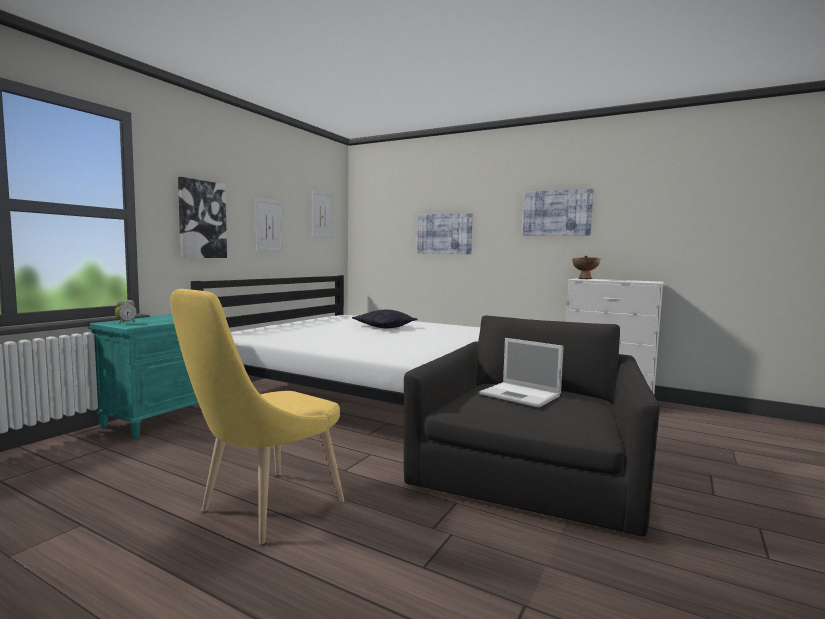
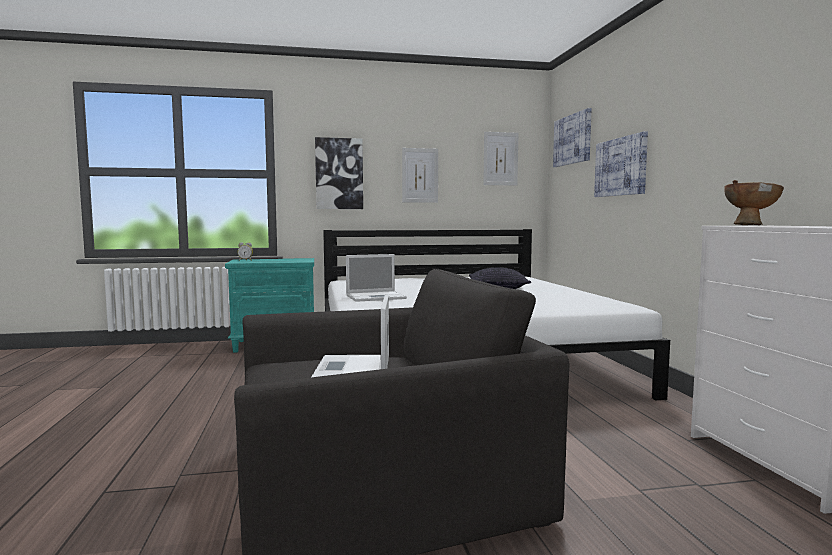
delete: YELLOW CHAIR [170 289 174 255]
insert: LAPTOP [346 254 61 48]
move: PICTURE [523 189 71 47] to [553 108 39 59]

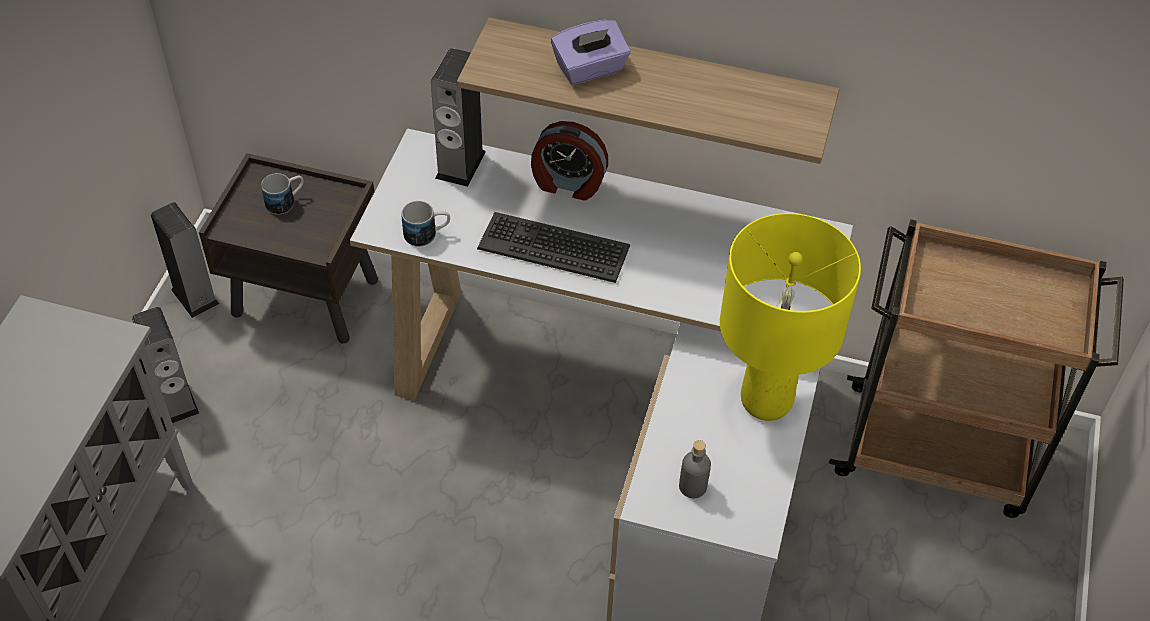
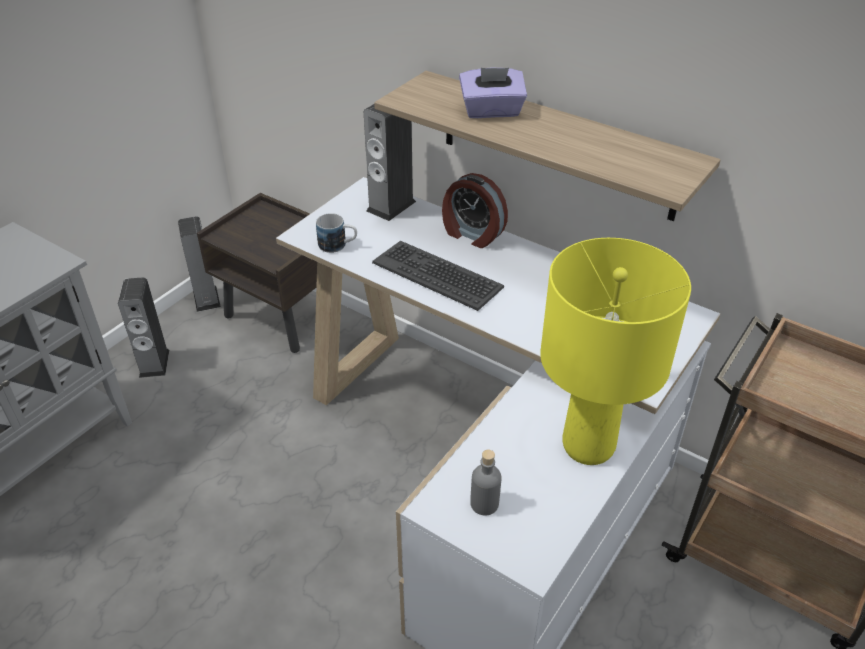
delete: MUG [261 173 43 41]

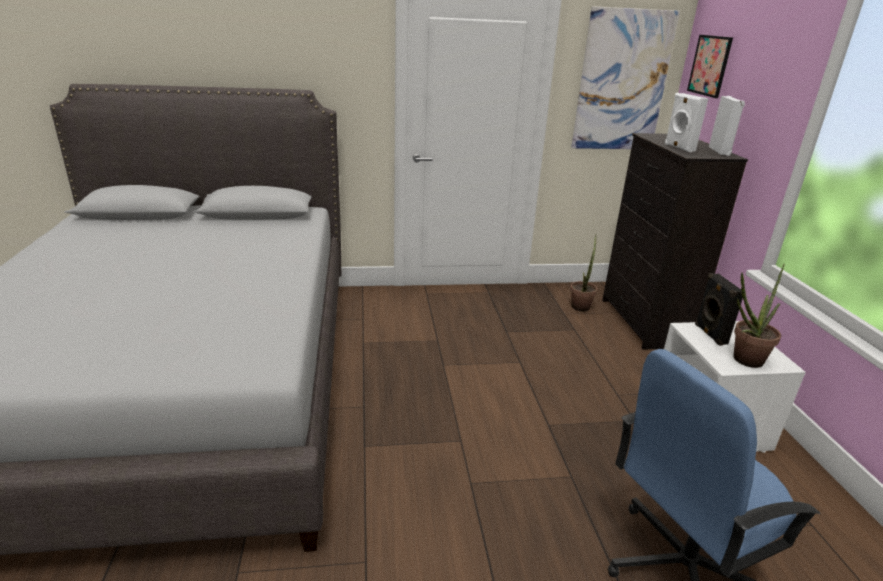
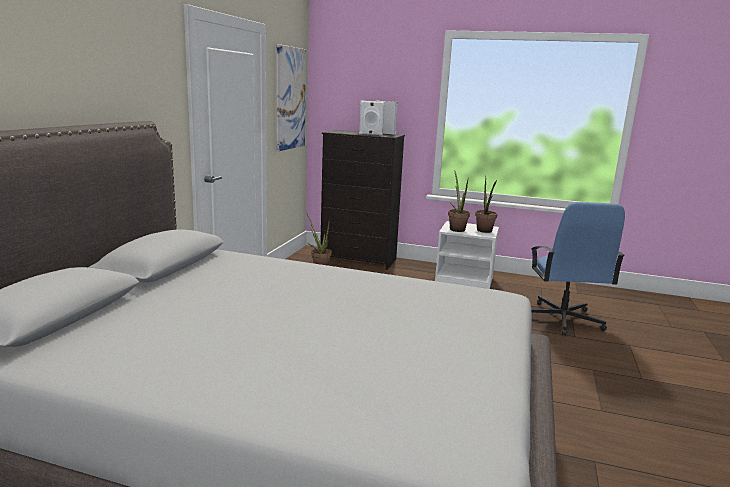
delete: PICTURE [687 35 46 63]
replace: BLACK SPEAKER [695 273 48 73] to POTTED PLANT [448 170 22 62]

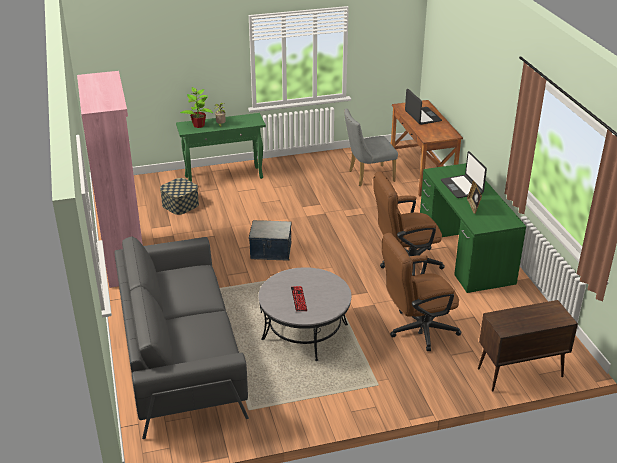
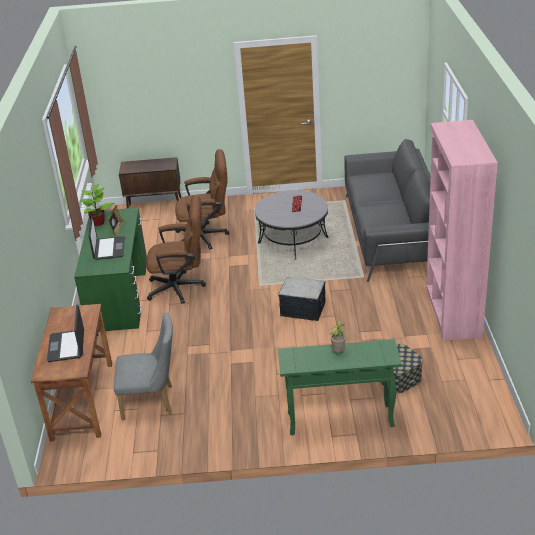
move: POTTED PLANT [180 87 33 41] to [80 184 35 42]

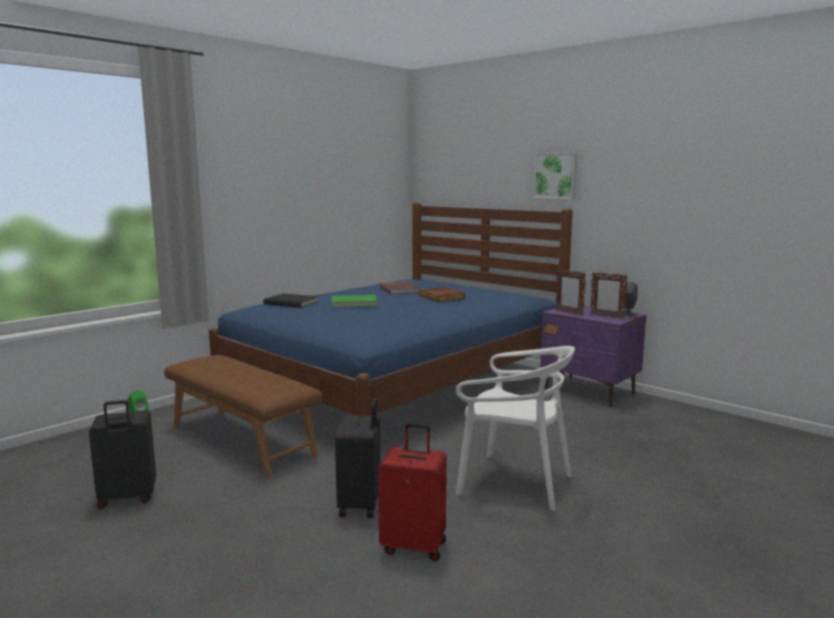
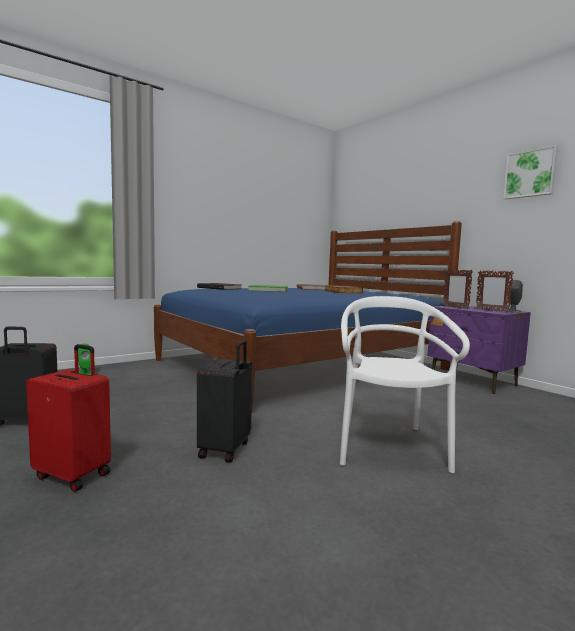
delete: BROWN BENCH [164 355 158 121]
move: RED SUITCASE [378 423 69 138] to [26 344 85 148]; PICTURE [533 152 44 47] to [503 145 55 54]
rotate: WHITE CHAIR [456 346 119 165] = [340 296 130 177] 120 degrees counterclockwise

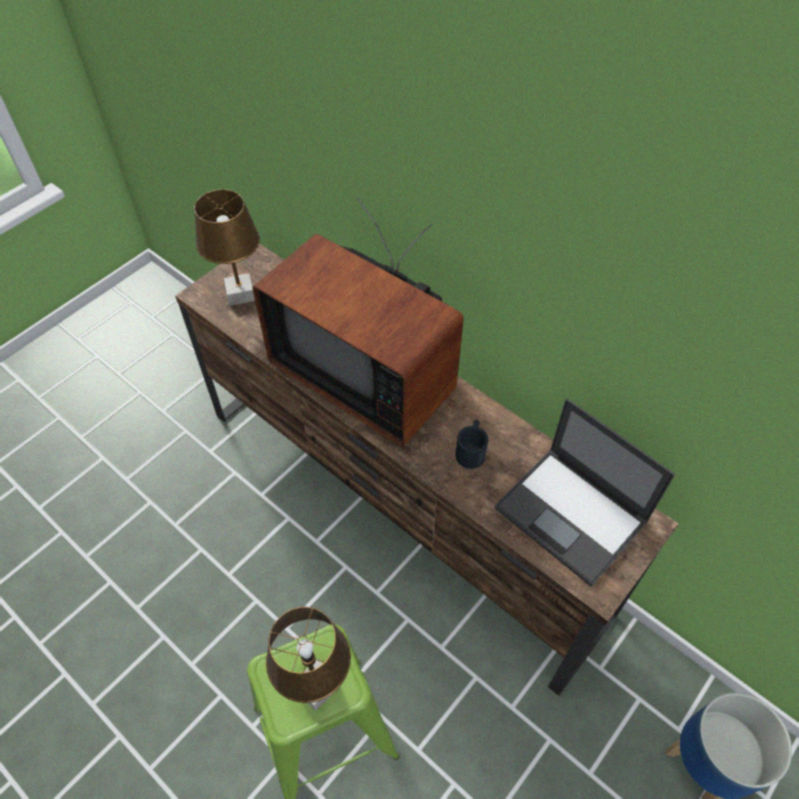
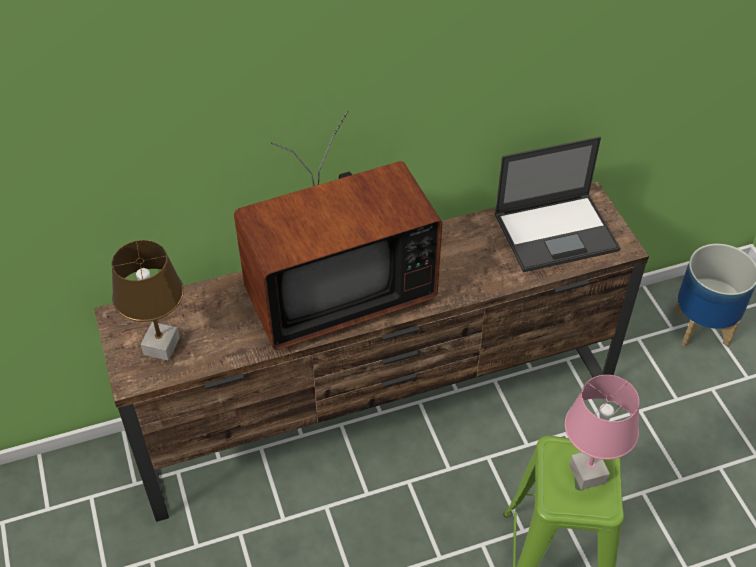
delete: BLACK MUG [455 420 33 49]
recolor: BROWN TABLE LAMP [266 607 85 104] to PINK TABLE LAMP [565 375 74 115]

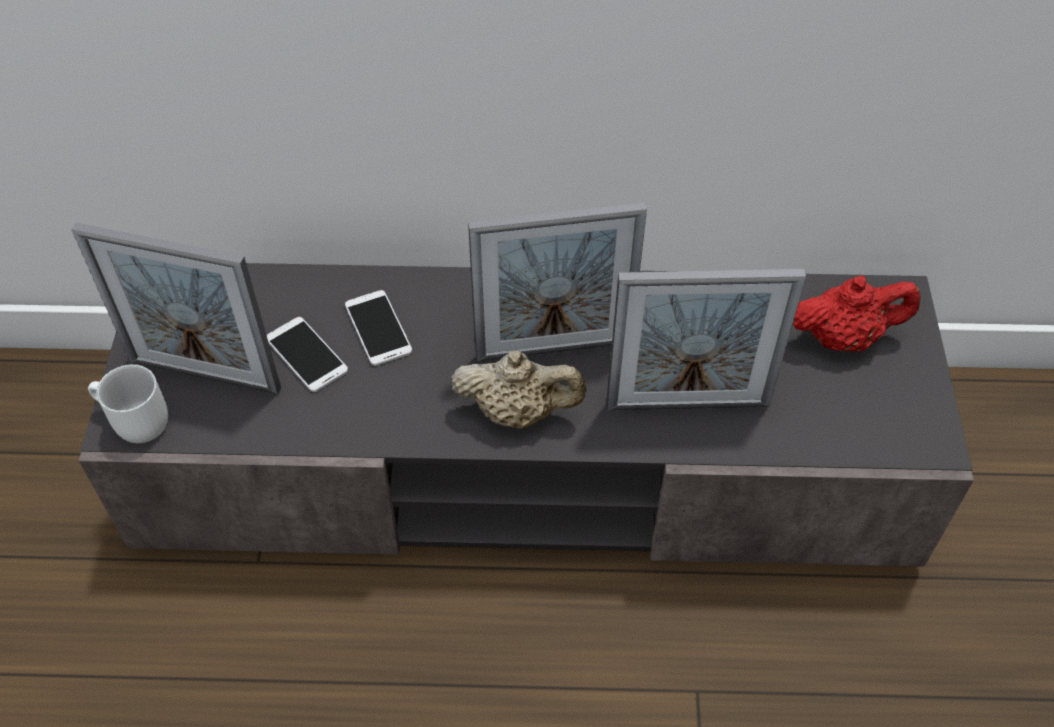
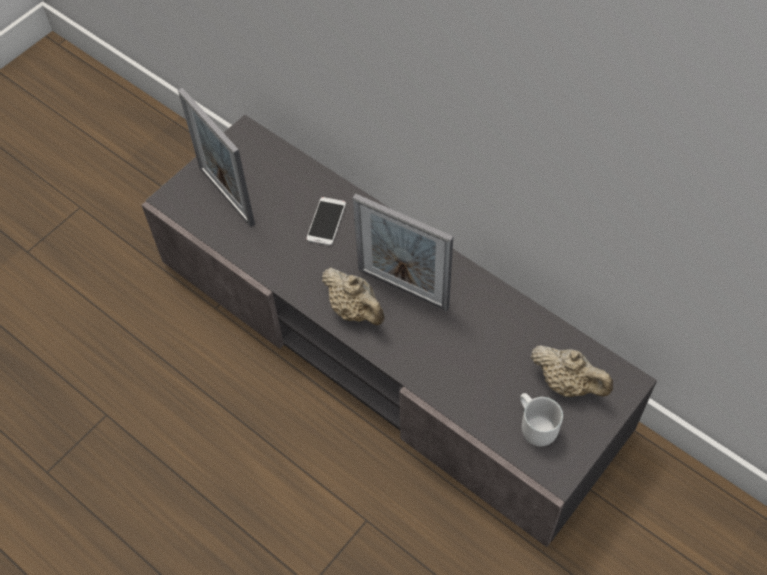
delete: PHONE [267 317 81 75]; PICTURE FRAME [606 269 200 142]
move: WHITE MUG [88 364 80 79] to [520 393 43 53]
recolor: RED TEAPOT [793 276 128 75] to BEIGE TEAPOT [531 345 82 52]

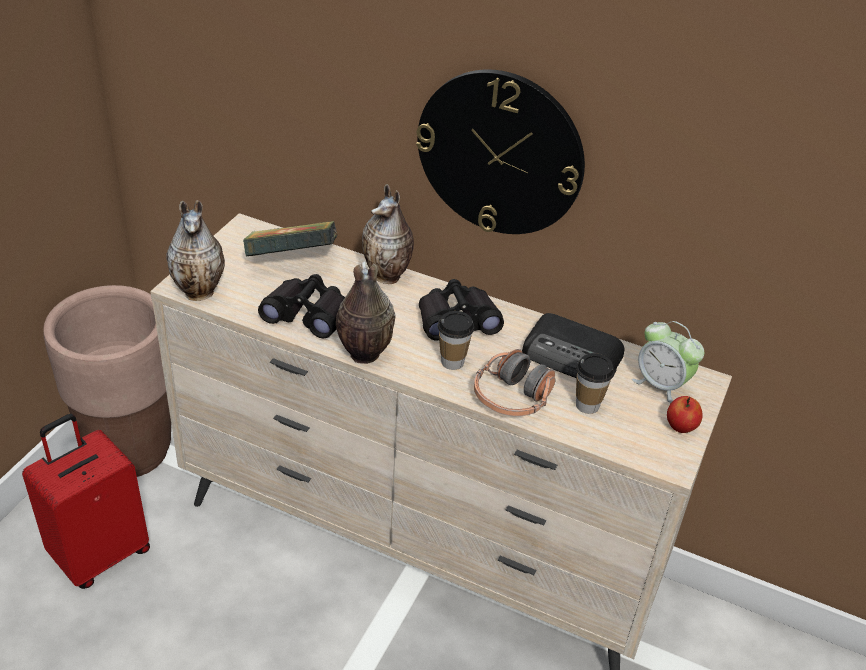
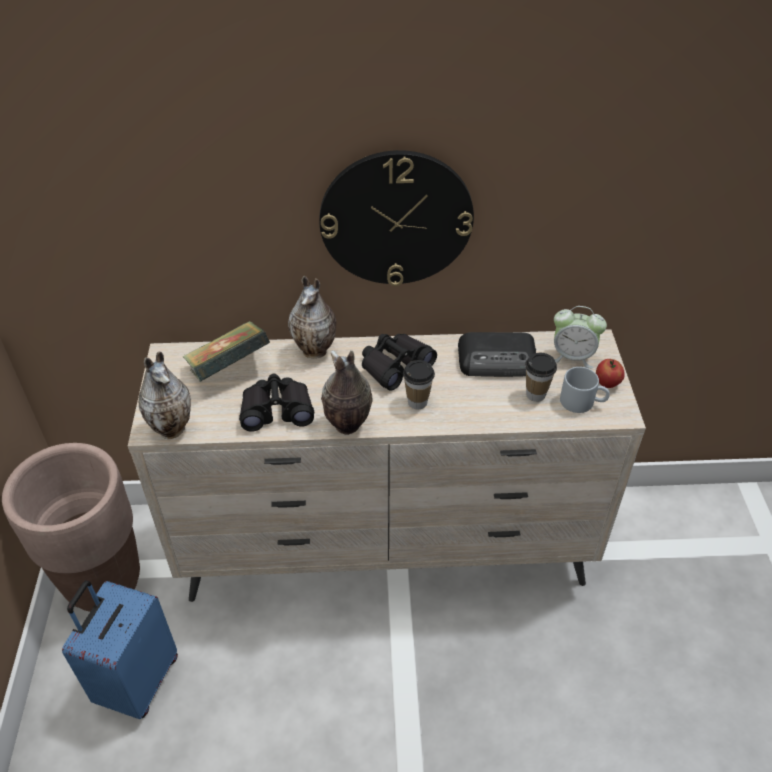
delete: HEADPHONES [474 349 81 67]
insert: GREY MUG [560 367 50 46]
recolor: RED SUITCASE [22 414 128 175] to BLUE SUITCASE [62 580 116 139]

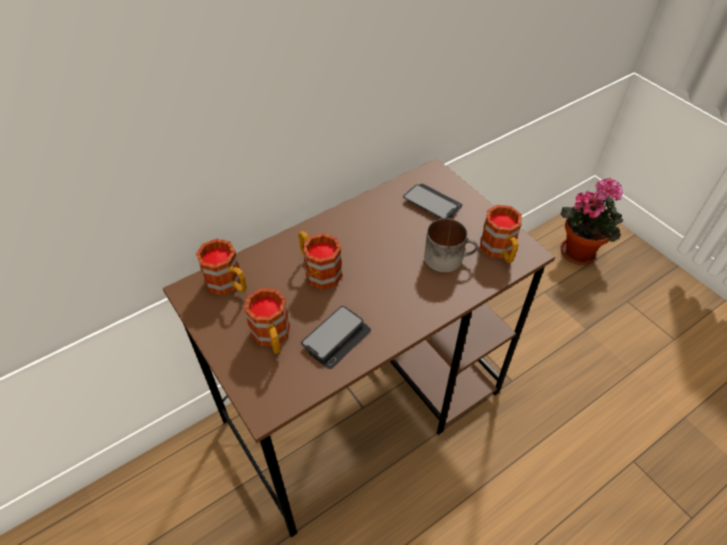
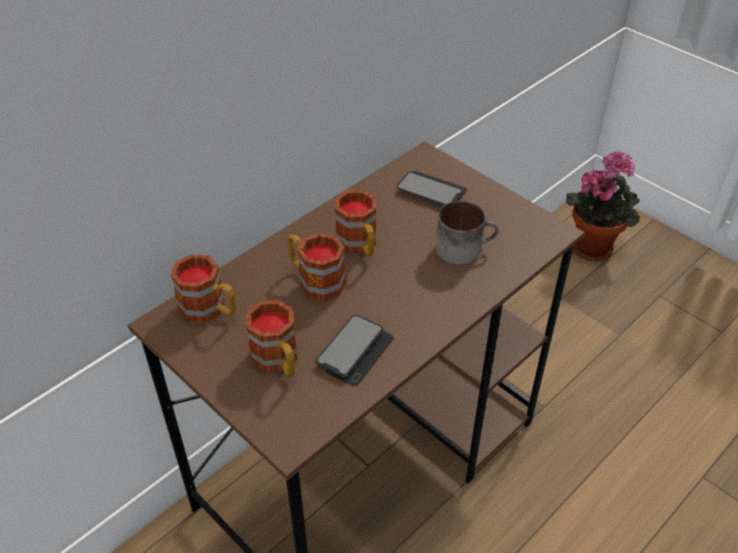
move: MUG [480 205 42 58] to [335 190 41 66]

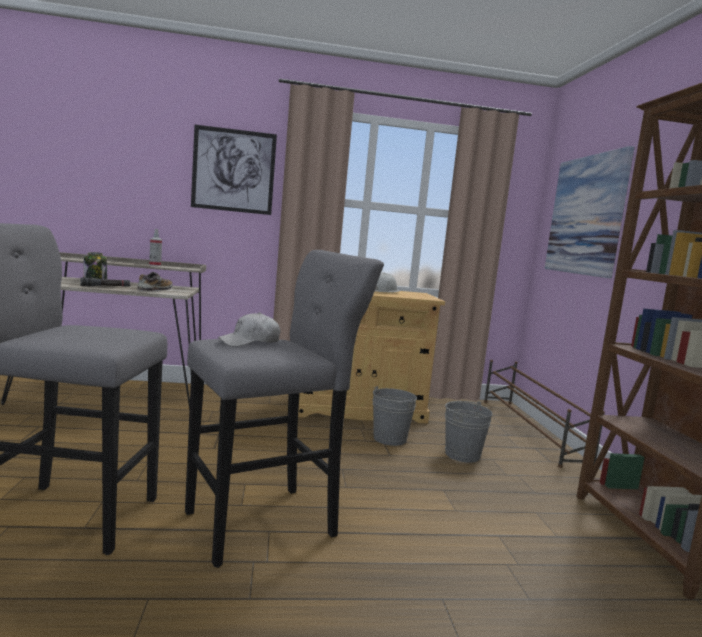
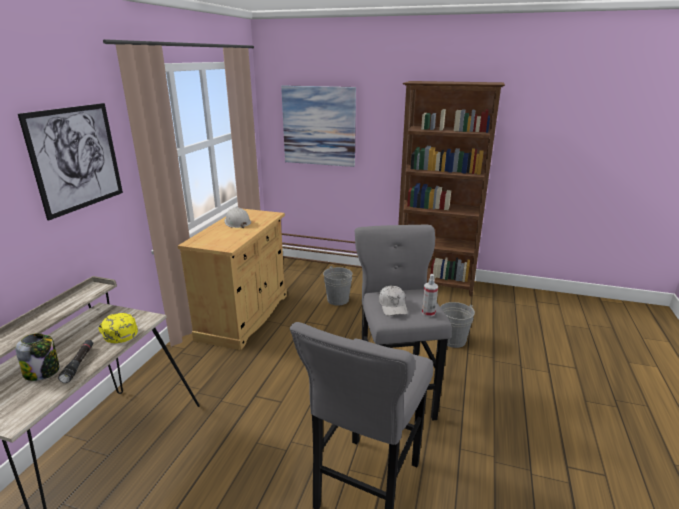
move: SPRAY BOTTLE [149 229 13 37] to [422 274 16 43]; GREY BUCKET [373 386 44 60] to [440 302 35 46]
replace: SHOE [137 272 35 19] to YELLOW CAP [98 313 40 30]

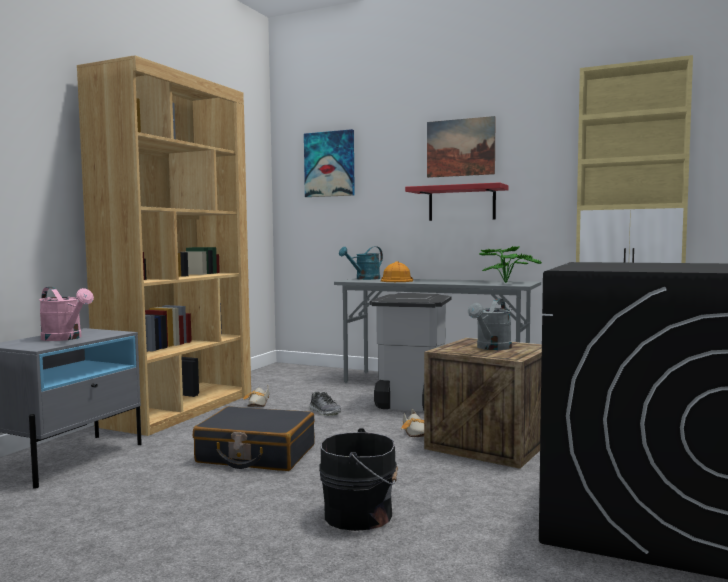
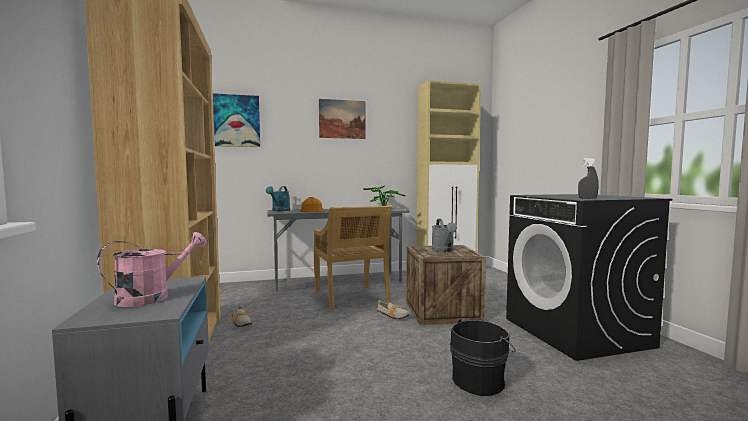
delete: BLACK SUITCASE [193 406 122 65]; SHOE [309 391 32 25]; RED SHELF [405 182 104 39]
insert: GREY SPRAY BOTTLE [578 158 21 41]
replace: GREY TRASH CAN [370 293 81 119] to BEIGE CHAIR [313 205 79 105]
rotate: PINK WATERING CAN [39 287 55 54] = [97 232 110 75] 45 degrees counterclockwise

